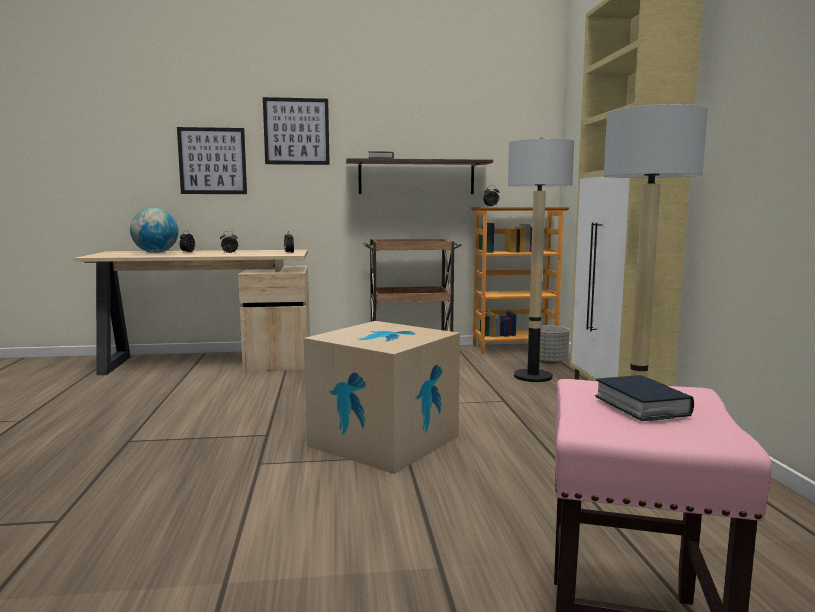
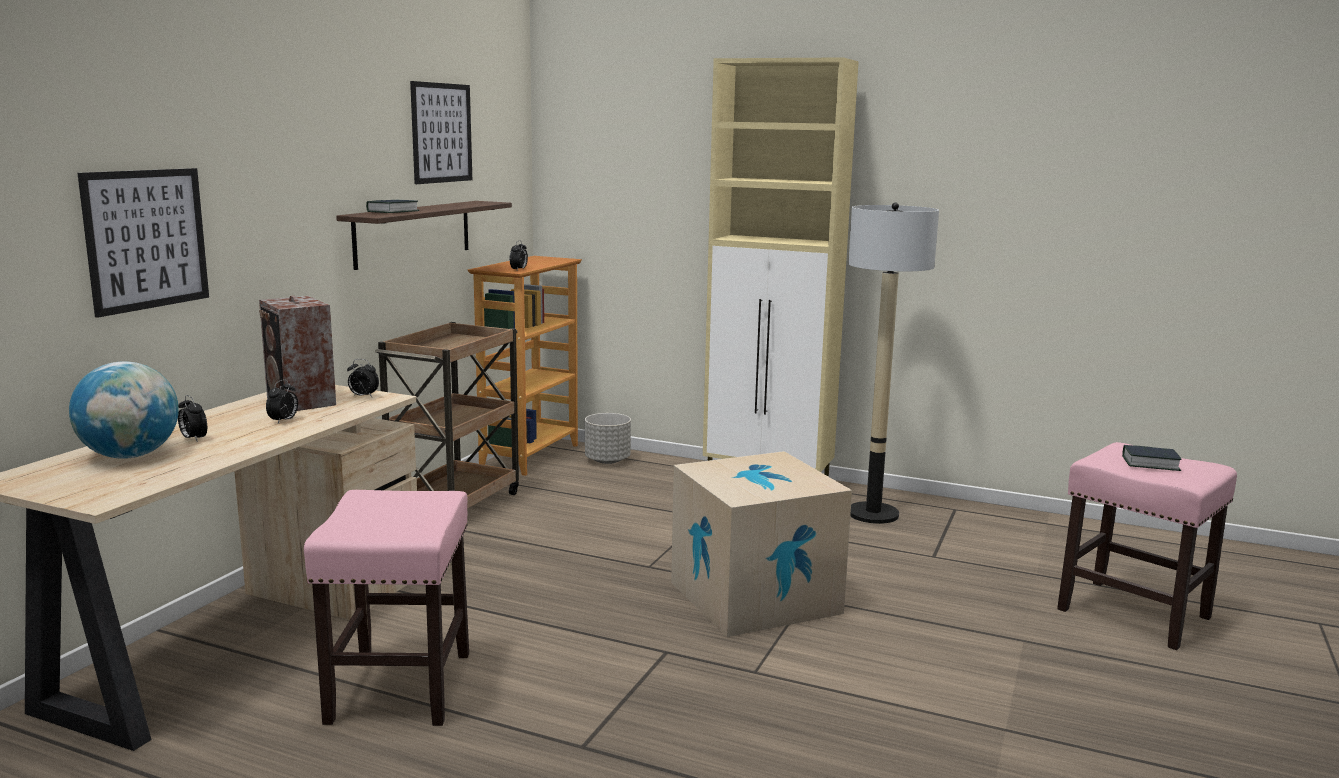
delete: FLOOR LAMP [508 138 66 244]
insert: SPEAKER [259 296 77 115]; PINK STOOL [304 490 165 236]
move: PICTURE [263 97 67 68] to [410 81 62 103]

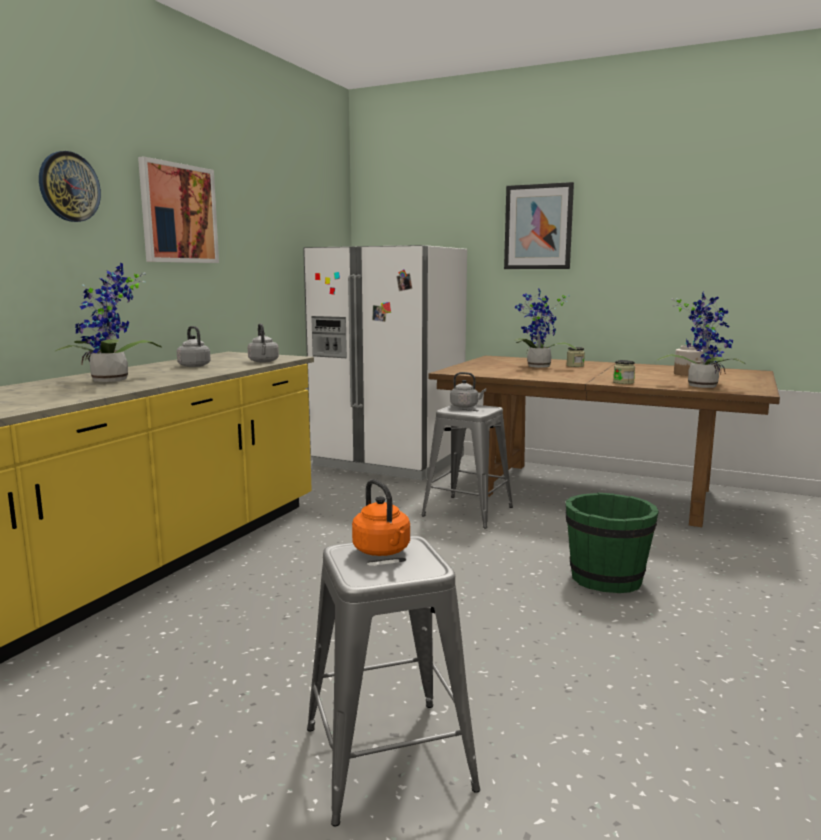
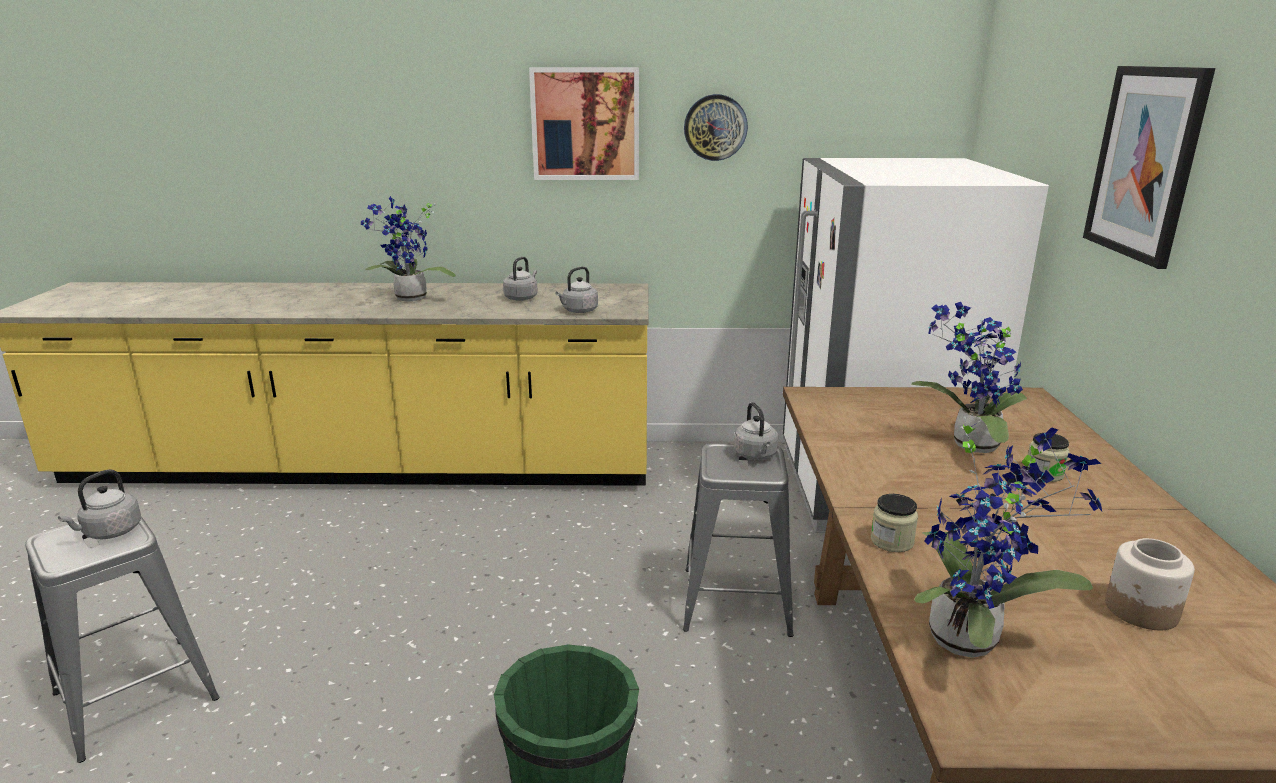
move: WALL CLOCK [39 151 62 71] to [684 94 64 67]
recolor: ORANGE KETTLE [352 479 58 77] to GREY KETTLE [58 469 83 70]

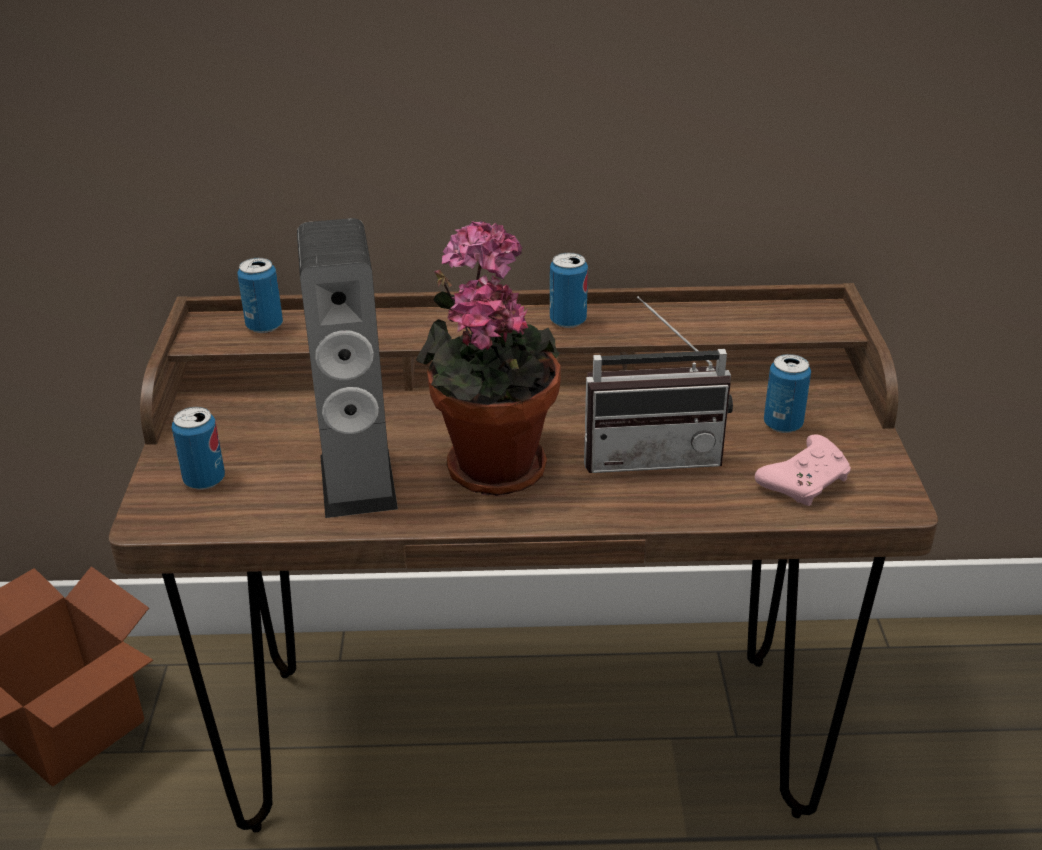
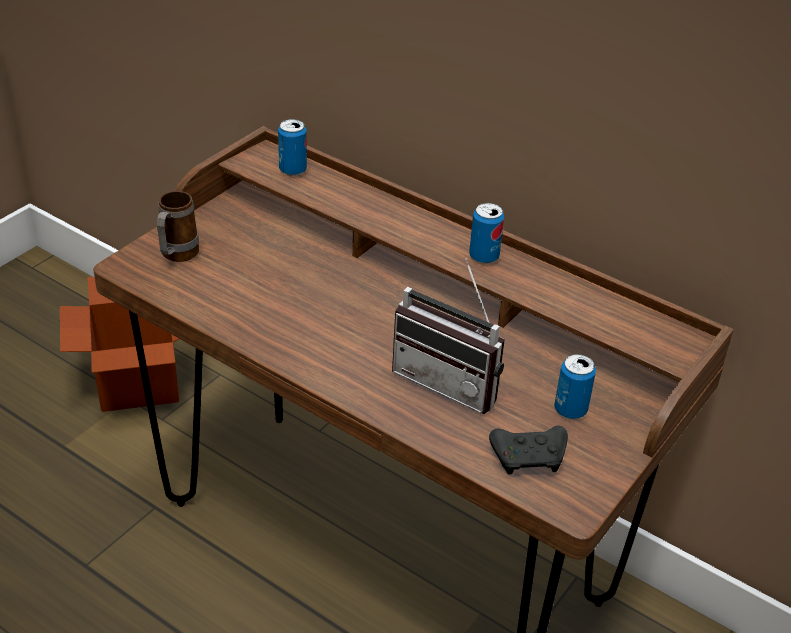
delete: SPEAKER [297 218 101 300]; POTTED PLANT [416 221 145 275]
replace: CAN [172 407 53 83] to MUG [157 191 42 71]
recolor: PINK GAME CONTROLLER [755 434 96 72] to BLACK GAME CONTROLLER [489 426 79 49]

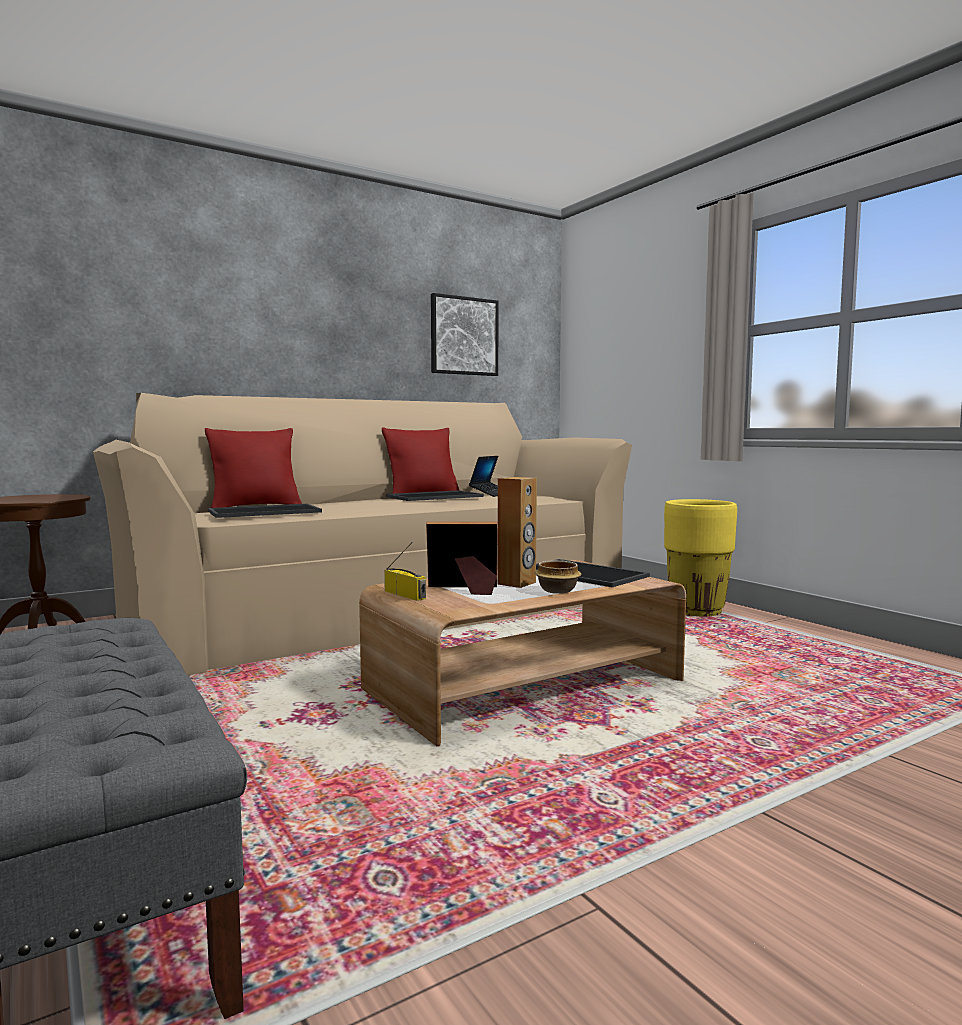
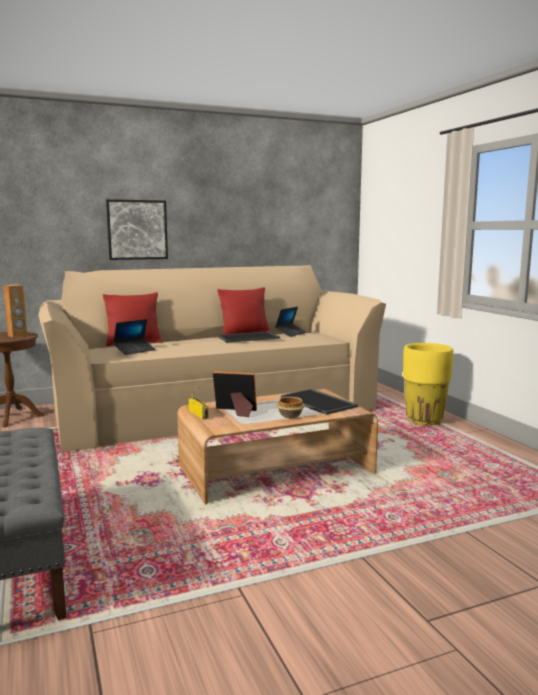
move: BROWN SPEAKER [497 477 40 111] to [3 284 24 54]; PICTURE [431 293 67 83] to [106 199 62 61]
replace: TRAY [208 504 114 14] to LAPTOP [113 319 43 36]

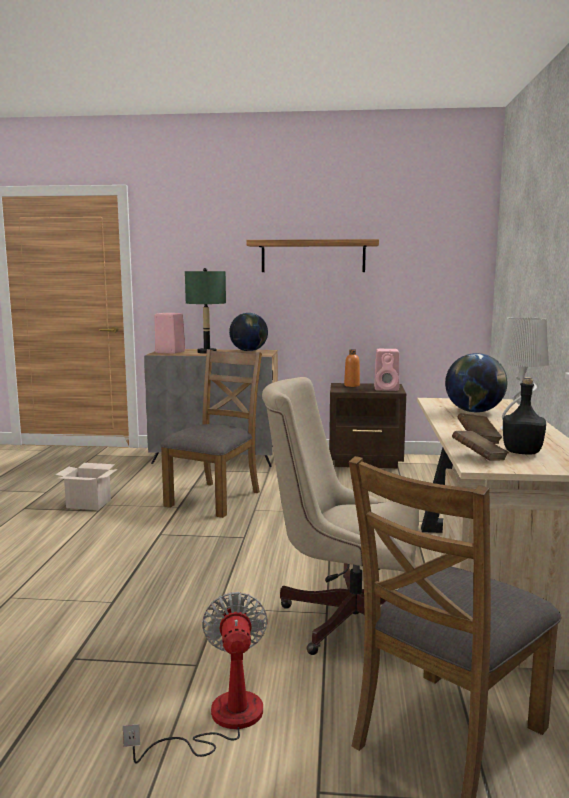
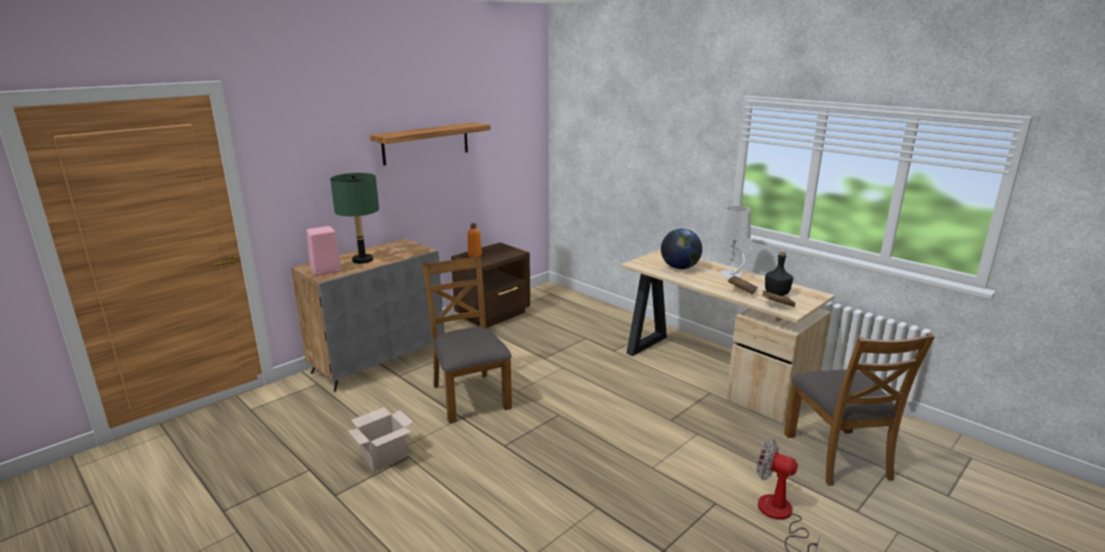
delete: GLOBE [229 313 39 38]; BEIGE OFFICE CHAIR [262 377 157 278]; PINK SPEAKER [374 349 25 42]

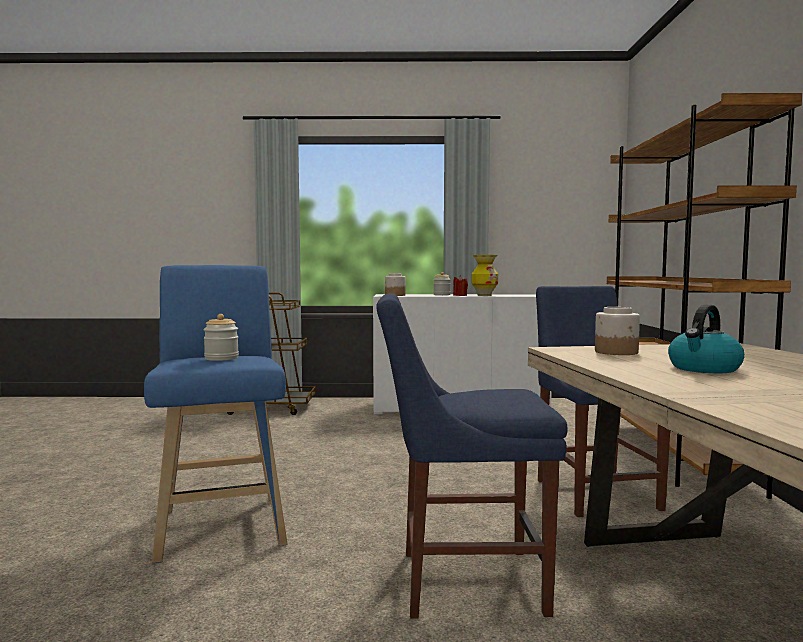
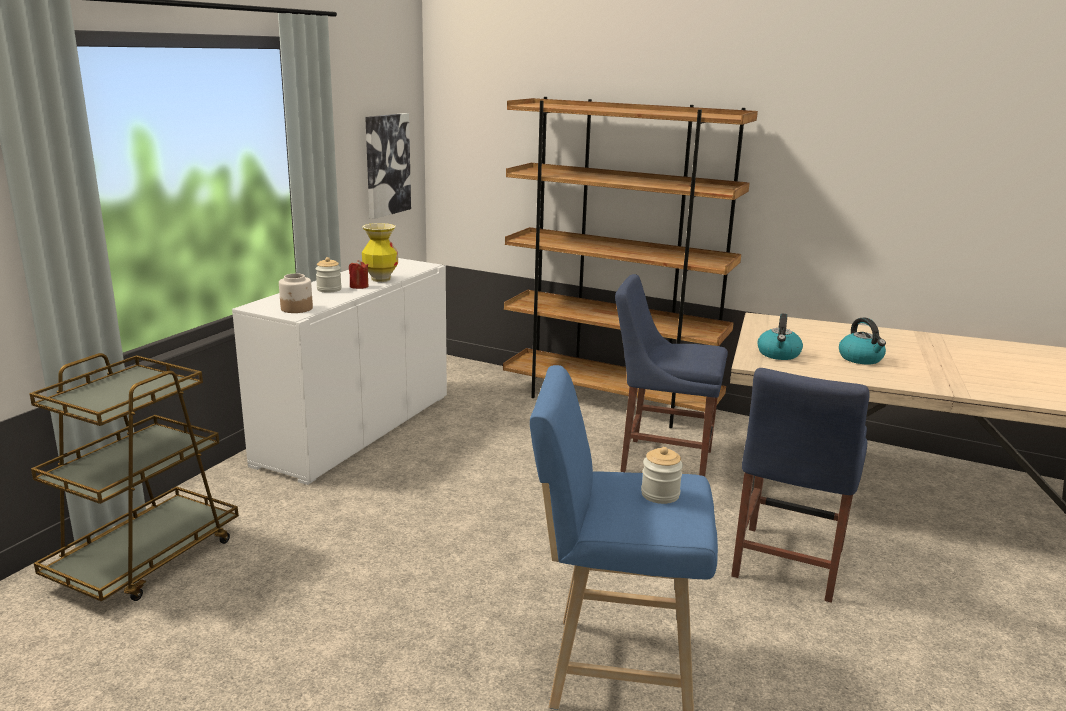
insert: PICTURE [365 113 46 106]
replace: JAR [595 307 45 48] to KETTLE [757 313 46 47]

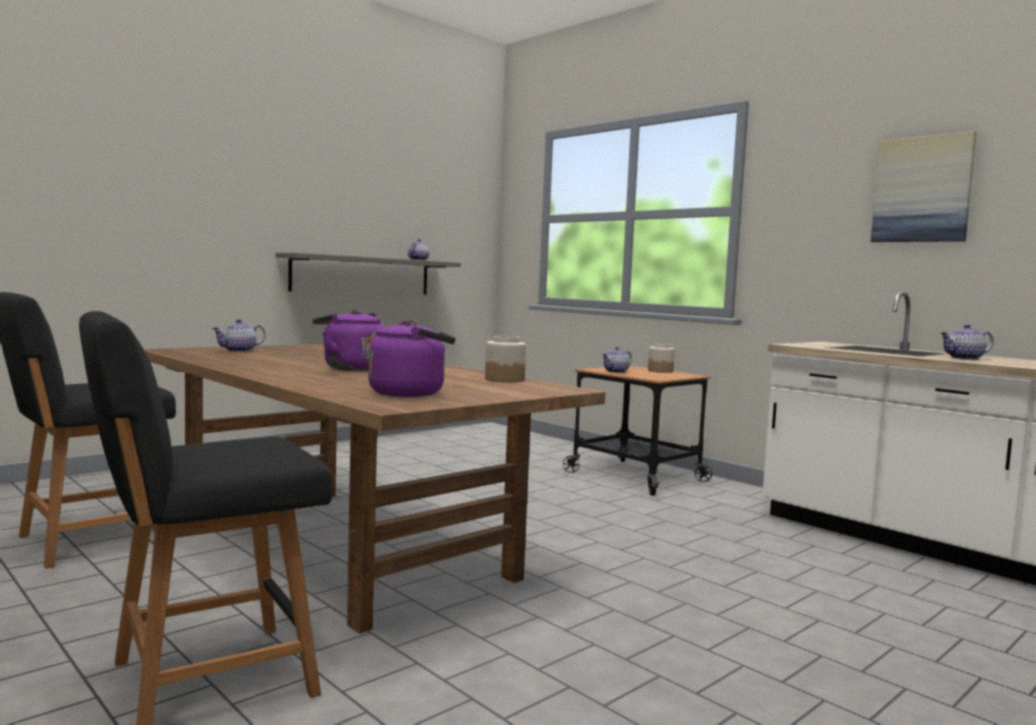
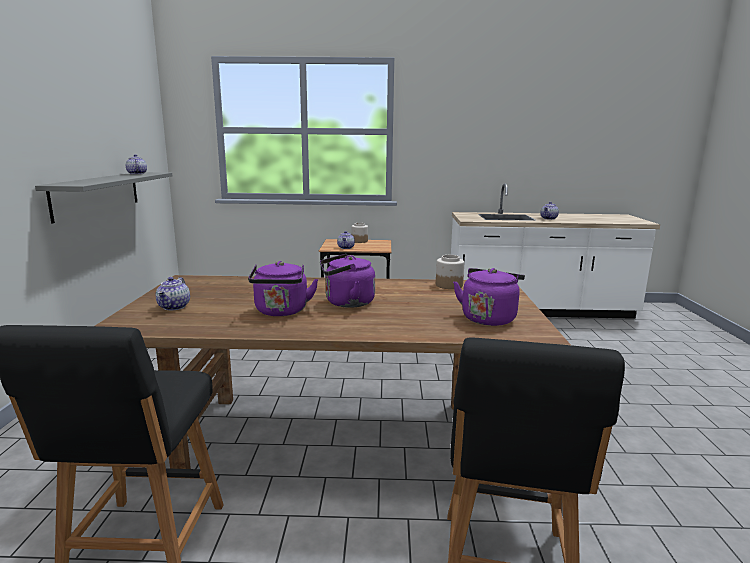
delete: PICTURE [871 131 106 111]
insert: PURPLE KETTLE [248 261 70 55]

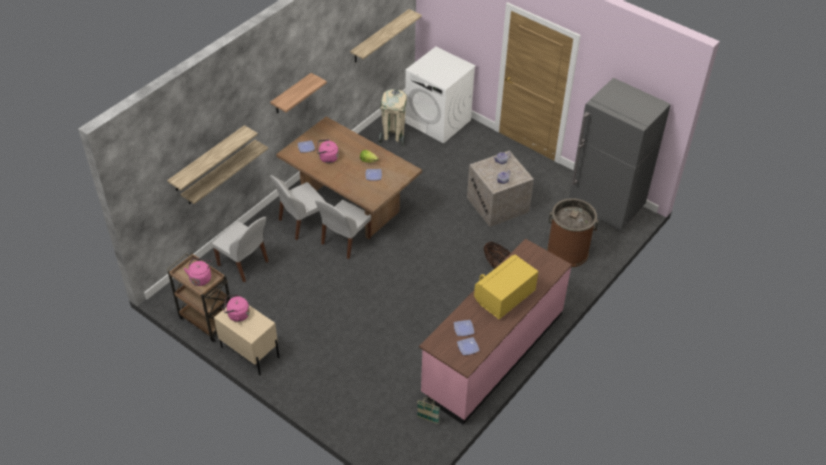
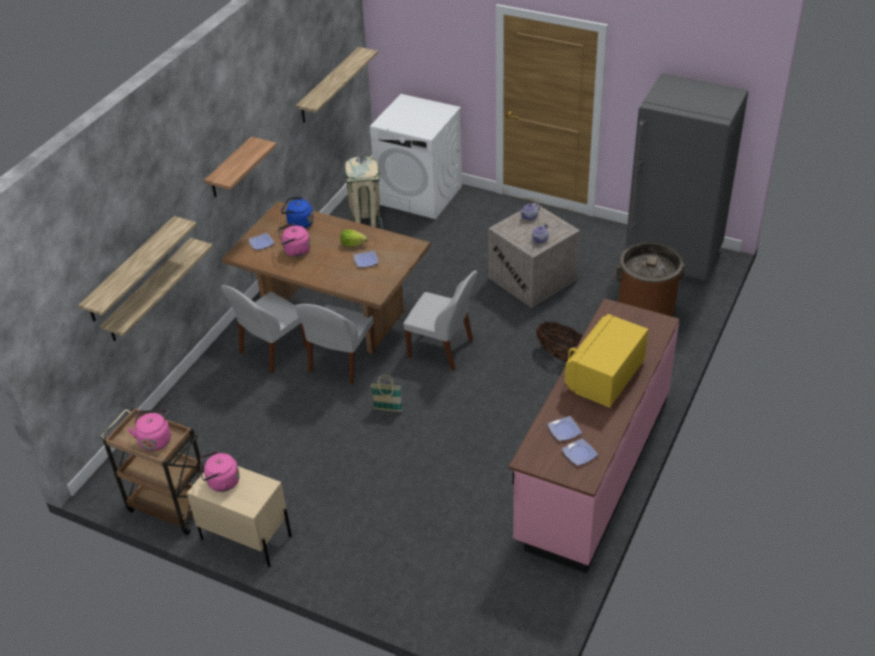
insert: BLUE KETTLE [281 197 33 31]
move: BASKET [417 397 23 27] to [371 375 32 37]; WHITE CHAIR [212 217 56 66] to [403 270 74 101]

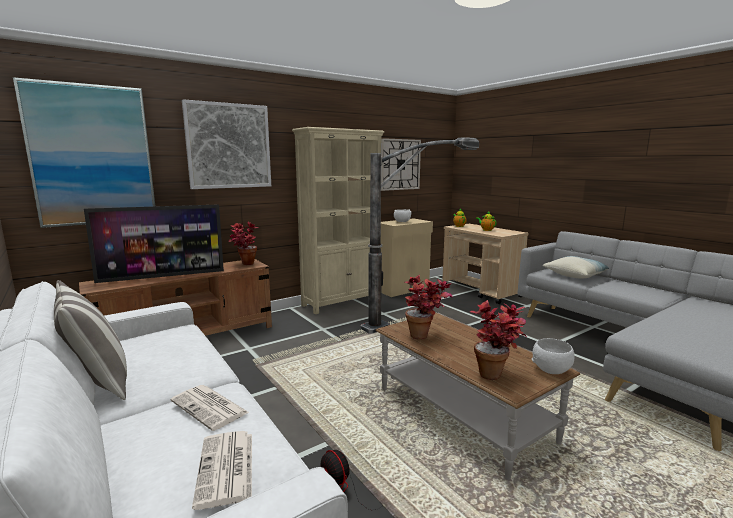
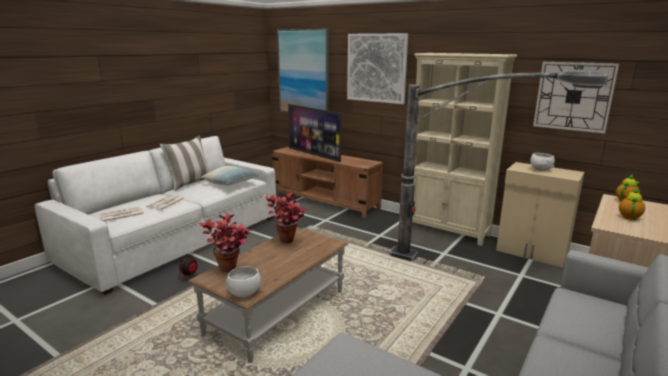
delete: POTTED PLANT [229 222 30 43]
move: PILLOW [542 256 67 23] to [201 166 58 20]

